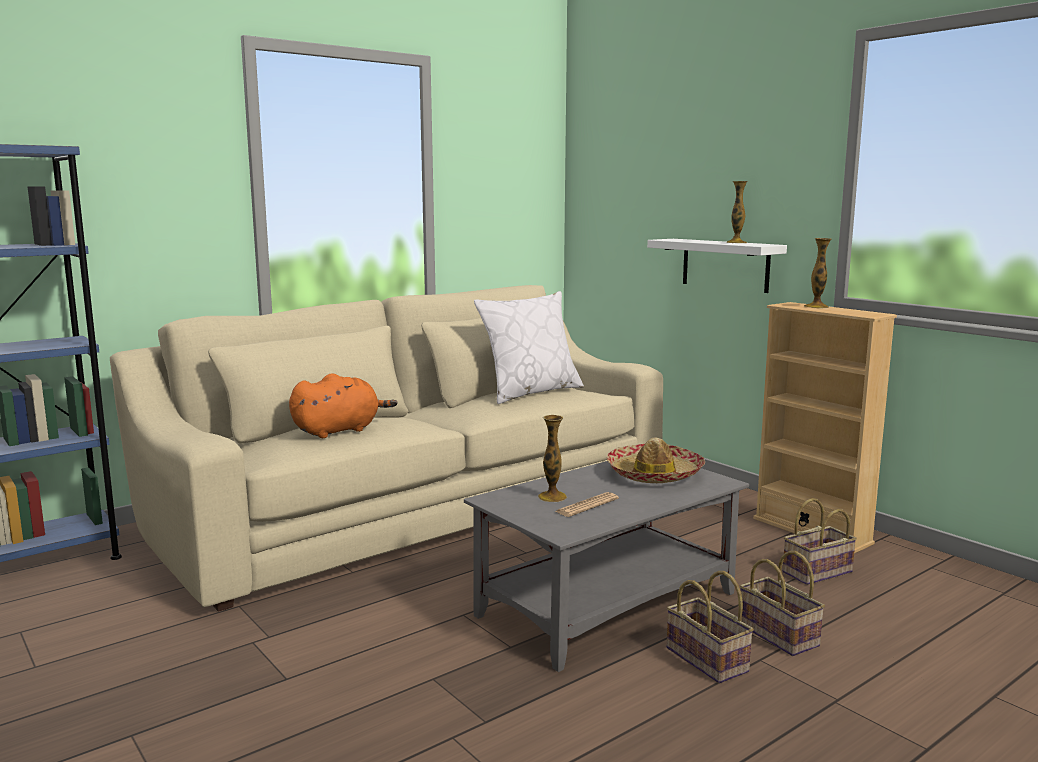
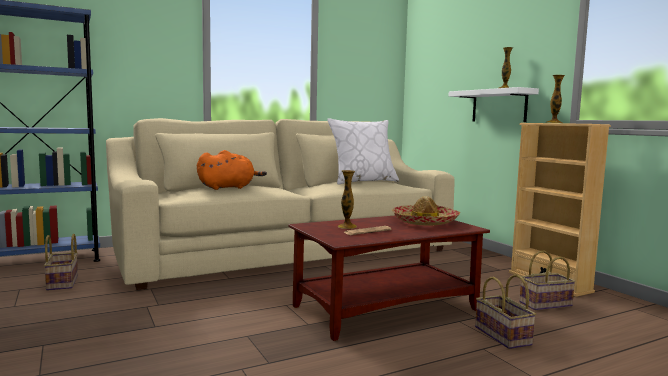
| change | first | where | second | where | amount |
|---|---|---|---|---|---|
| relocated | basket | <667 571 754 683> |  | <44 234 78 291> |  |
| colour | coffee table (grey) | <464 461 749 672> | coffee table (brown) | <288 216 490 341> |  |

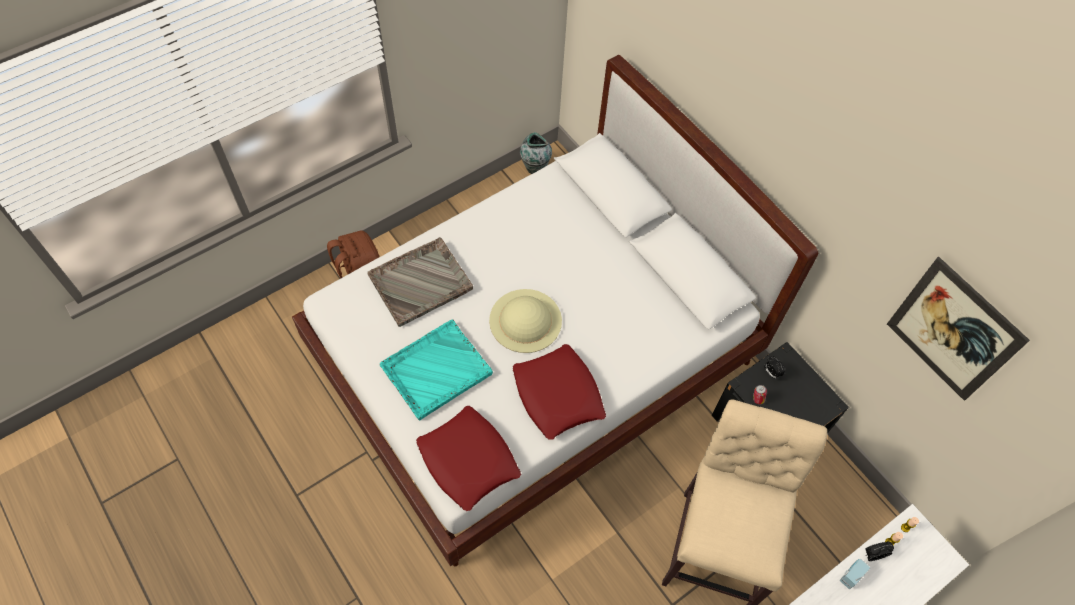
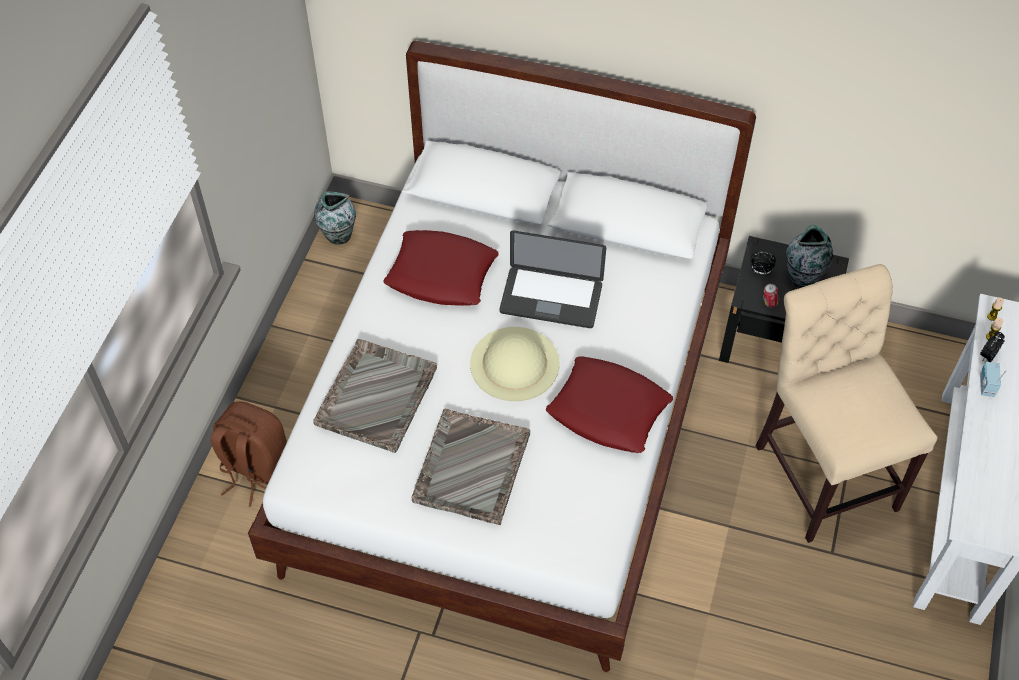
| change | first | where | second | where | amount |
|---|---|---|---|---|---|
| missing | picture | <887 257 1030 401> |  |  |  |
| appeared |  |  | laptop | <499 231 606 328> |  |
| appeared |  |  | vase | <786 225 833 288> |  |
| relocated | pillow (red) | <416 406 521 511> |  | <383 230 499 306> |  |
| colour | tray (turquoise) | <380 319 493 421> | tray (grey) | <412 409 530 525> |  |

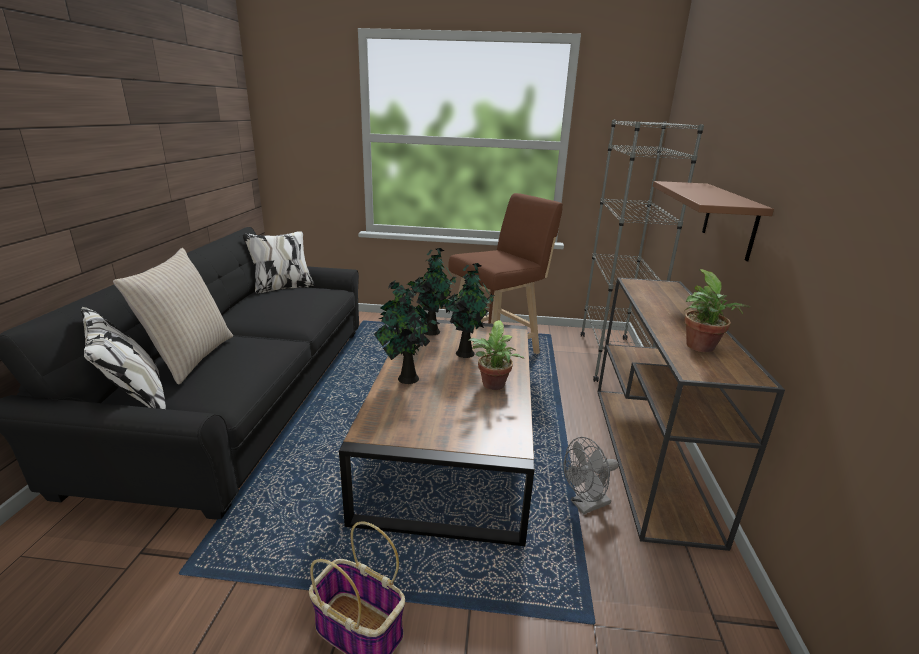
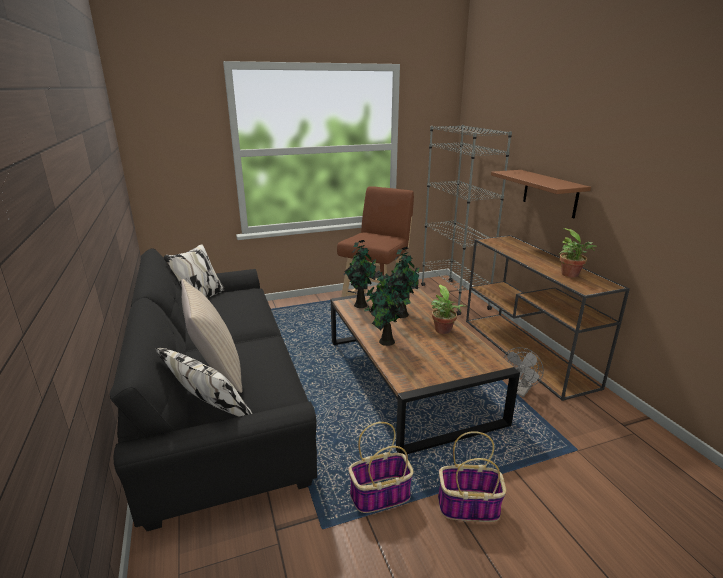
| change | first | where | second | where | amount |
|---|---|---|---|---|---|
| appeared |  |  | basket | <348 422 413 513> |  |

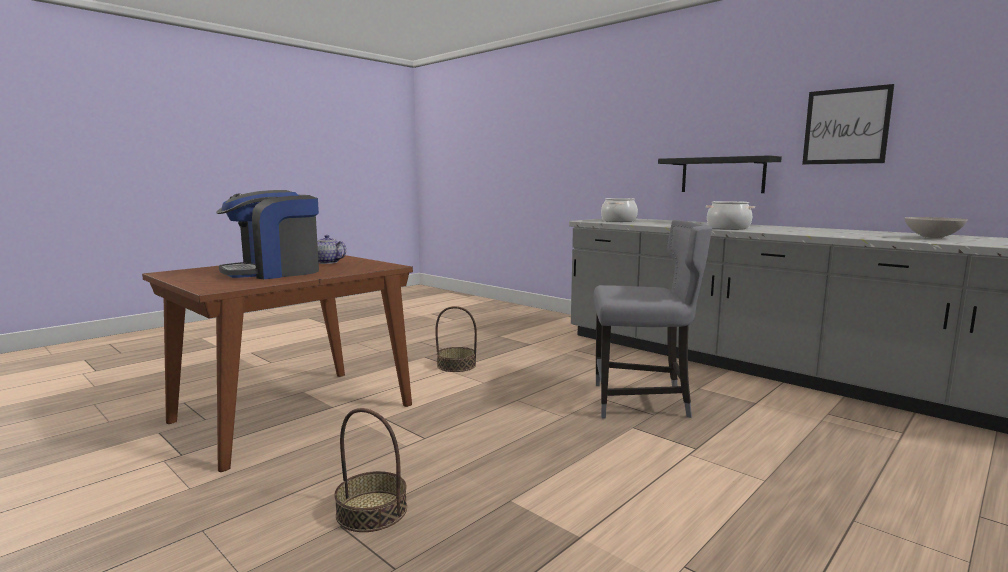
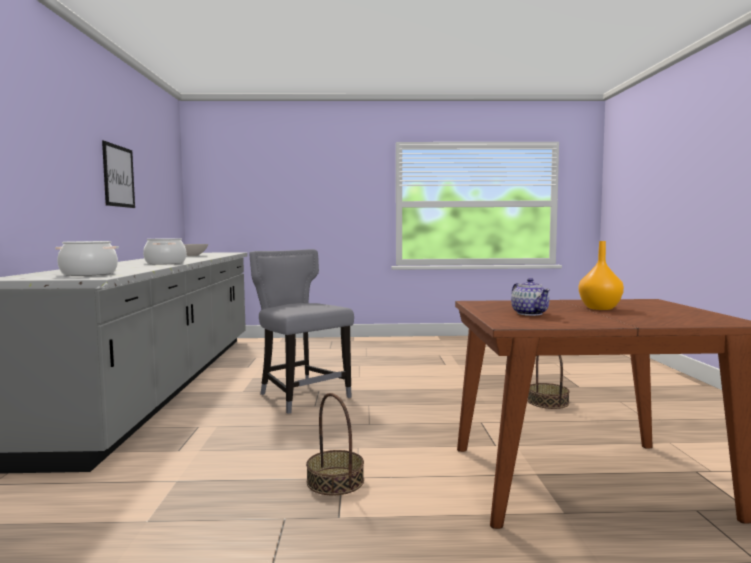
| change | first | where | second | where | amount |
|---|---|---|---|---|---|
| missing | shelf (black) | <658 155 782 193> |  |  |  |
| exchanged | coffee machine | <216 190 319 279> | vase (orange) | <579 241 624 310> |  |

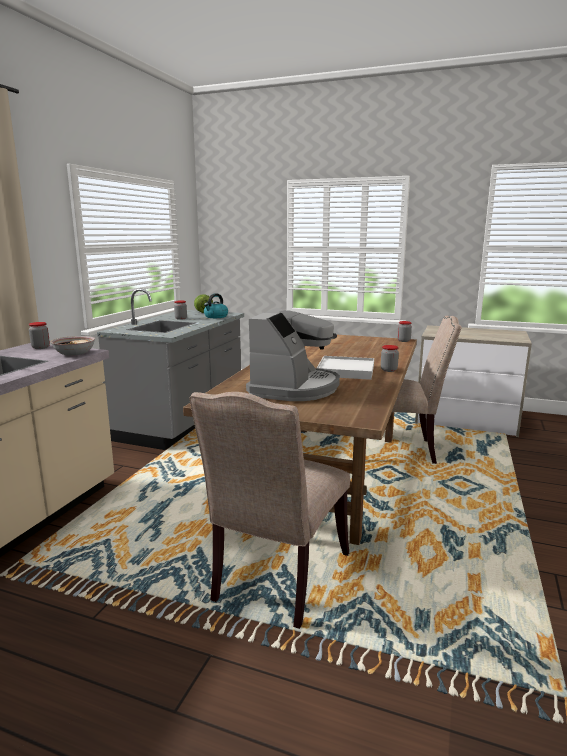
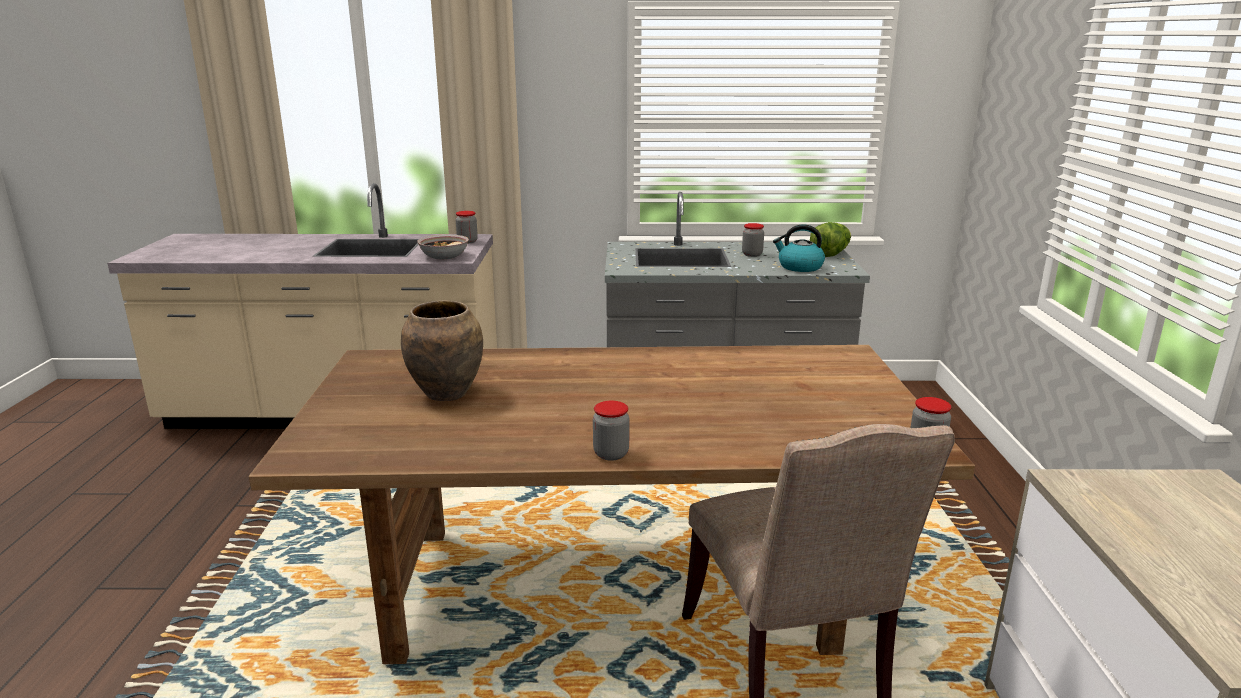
| change | first | where | second | where | amount |
|---|---|---|---|---|---|
| missing | chair (beige) | <189 392 350 629> |  |  |  |
| missing | tray (white) | <317 356 374 380> |  |  |  |
| exchanged | coffee machine | <246 308 340 401> | vase (brown) | <401 300 483 401> |  |

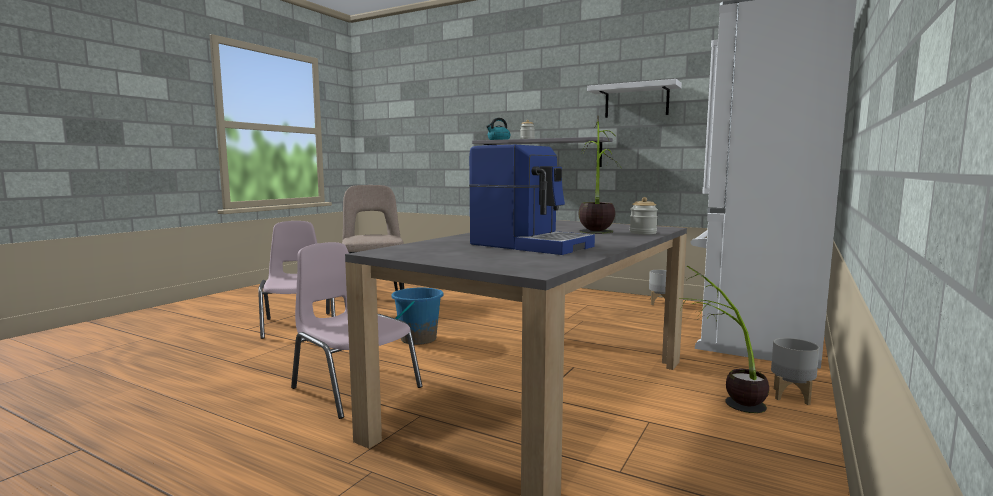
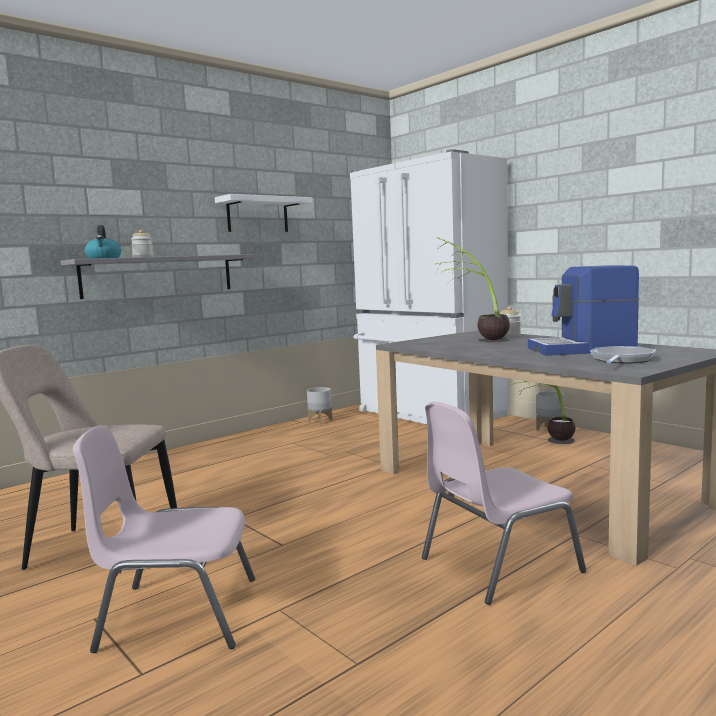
| change | first | where | second | where | amount |
|---|---|---|---|---|---|
| missing | bucket (blue) | <391 288 443 345> |  |  |  |
| appeared |  |  | frying pan | <590 346 656 364> |  |
| spun | coffee machine | <469 145 595 255> |  | <528 265 639 356> | 150 degrees counterclockwise |

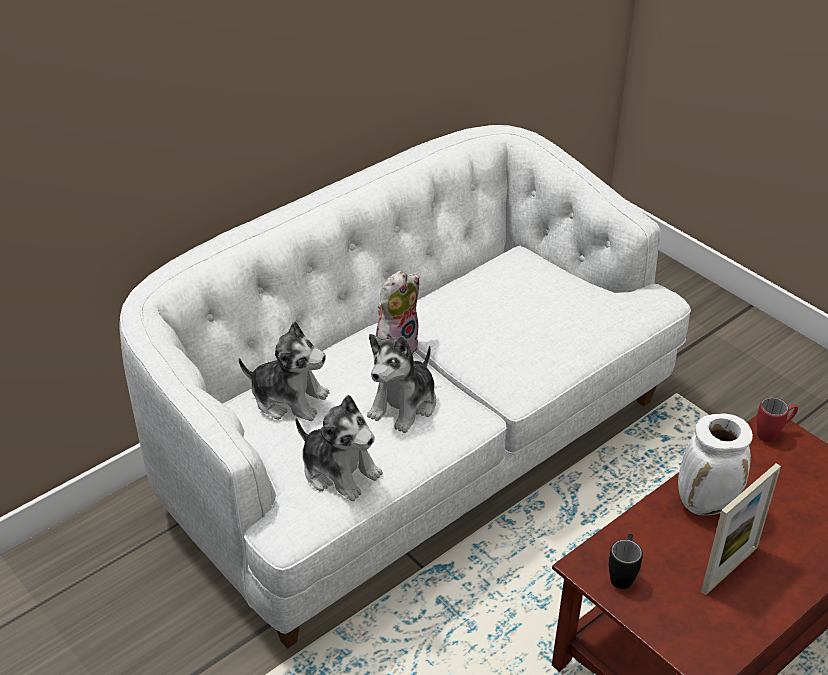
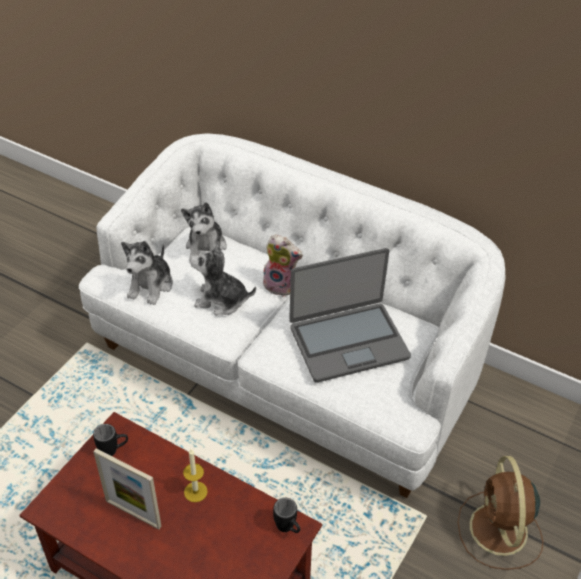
| change | first | where | second | where | amount |
|---|---|---|---|---|---|
| appeared |  |  | laptop | <289 248 411 383> |  |
| appeared |  |  | fan (brown) | <458 456 543 570> |  |
| exchanged | vase (white) | <678 414 753 515> | candle | <183 449 208 502> |  |
| colour | mug (red) | <757 397 798 442> | mug (black) | <273 498 300 533> |  |

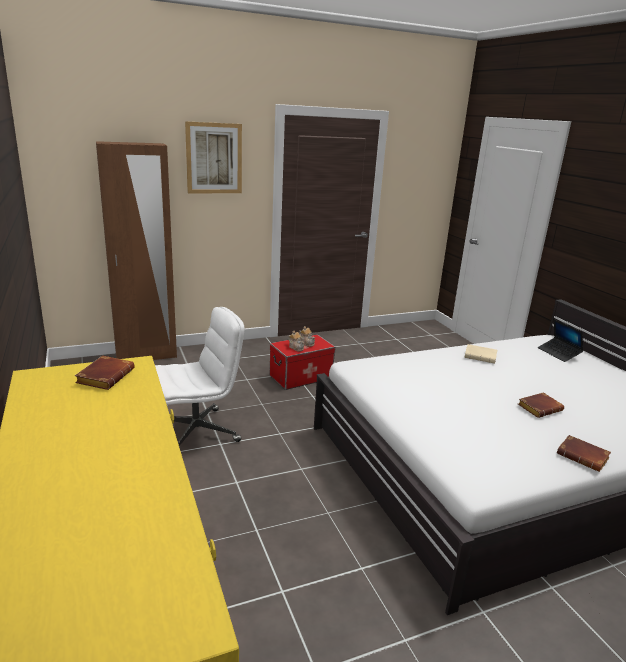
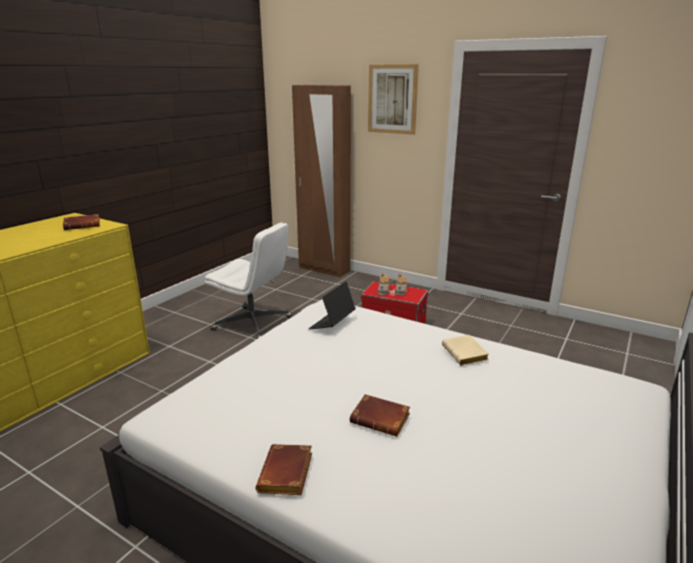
| change | first | where | second | where | amount |
|---|---|---|---|---|---|
| relocated | laptop | <538 319 583 362> |  | <308 282 356 329> |  |

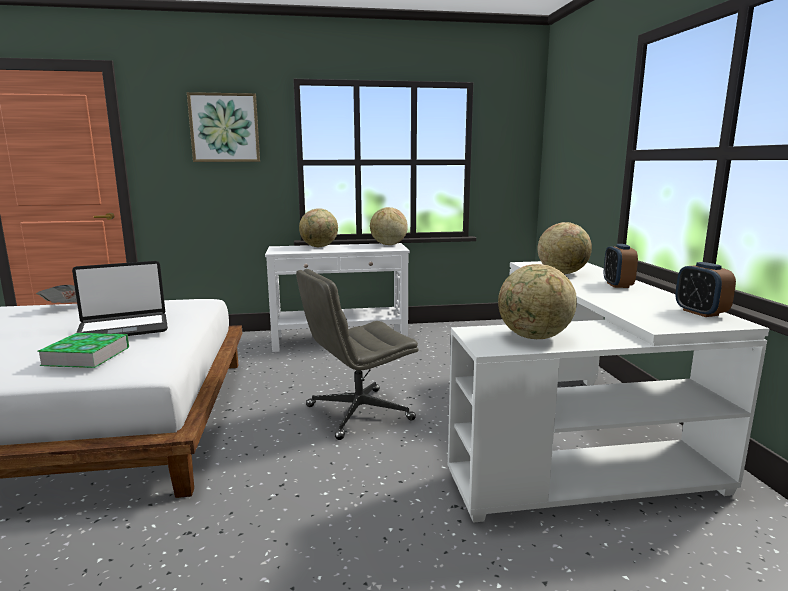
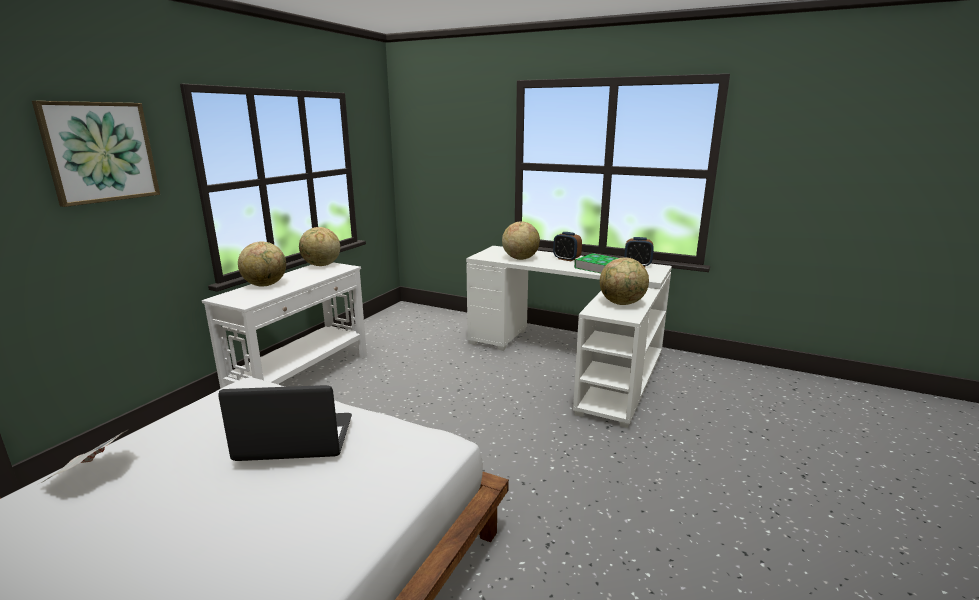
| change | first | where | second | where | amount |
|---|---|---|---|---|---|
| missing | office chair (grey) | <296 269 418 440> |  |  |  |
| relocated | book | <37 333 129 368> |  | <574 253 618 273> |  |
| spun | laptop | <72 261 168 336> |  | <218 385 352 461> | 105 degrees counterclockwise |

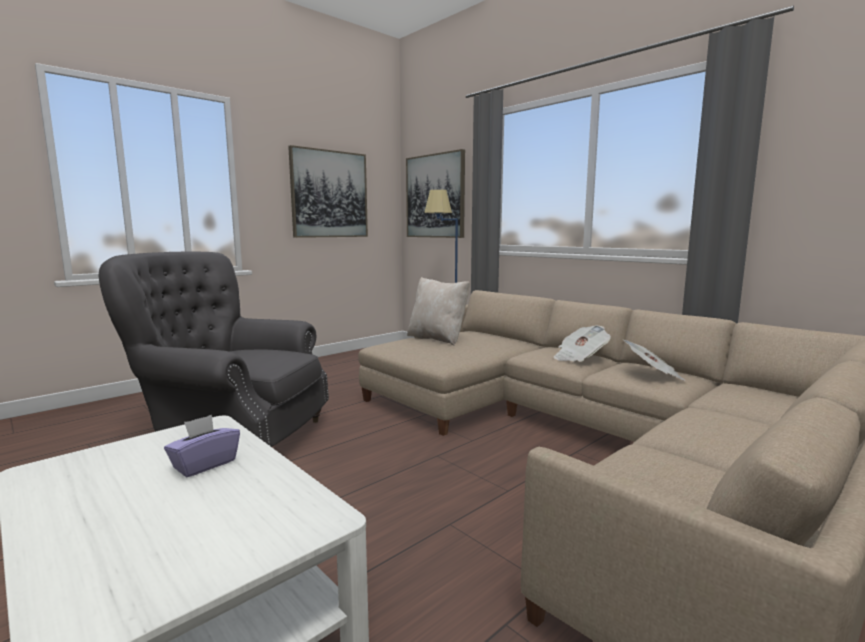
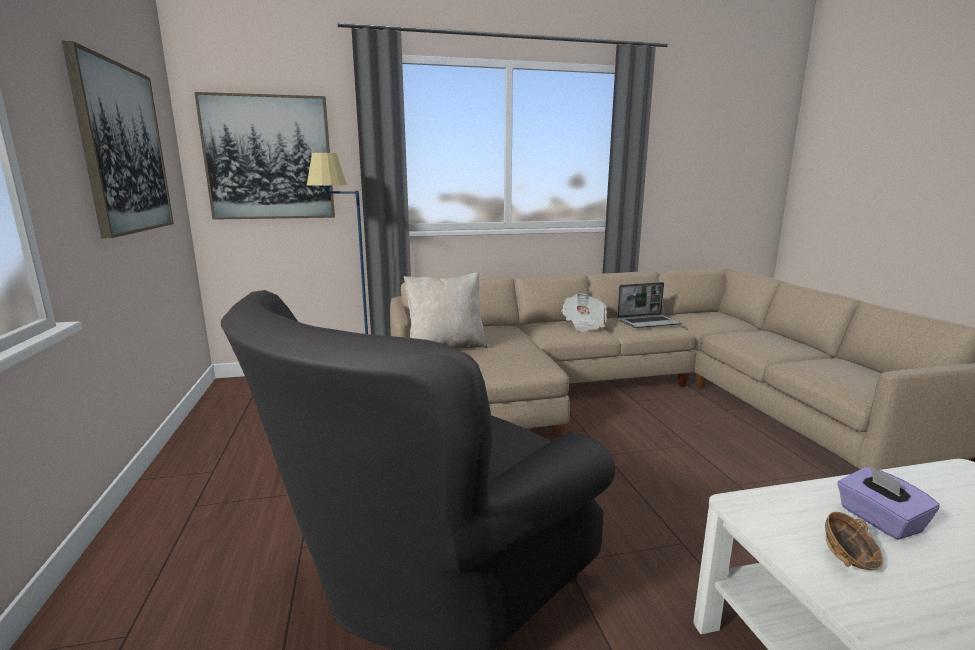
| change | first | where | second | where | amount |
|---|---|---|---|---|---|
| appeared |  |  | bowl | <825 512 883 570> |  |
| exchanged | newspaper | <622 339 686 381> | laptop | <617 282 681 328> |  |

